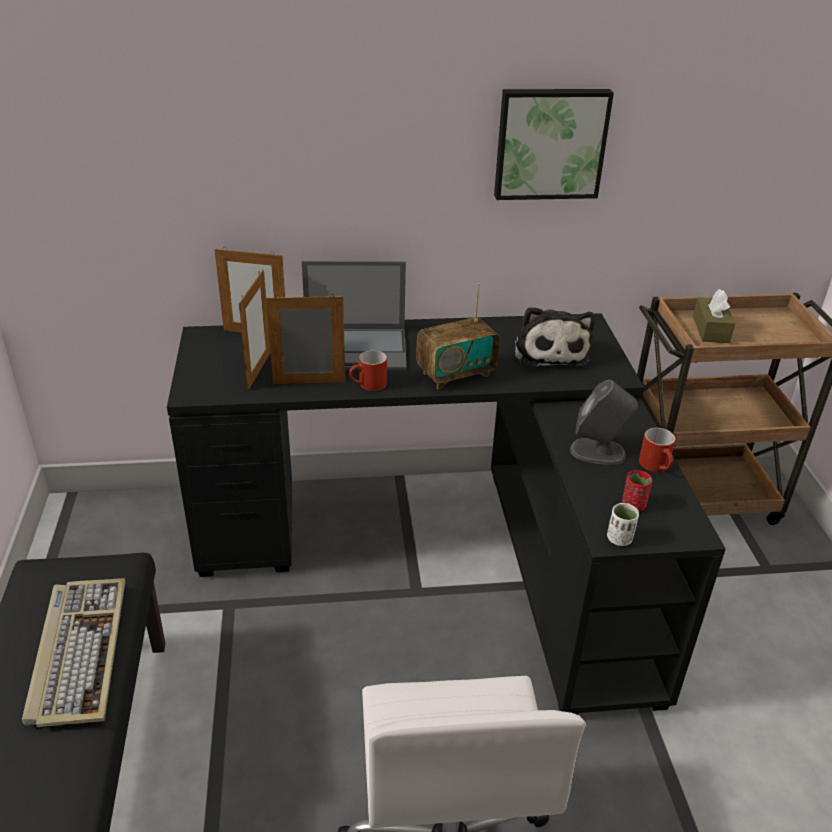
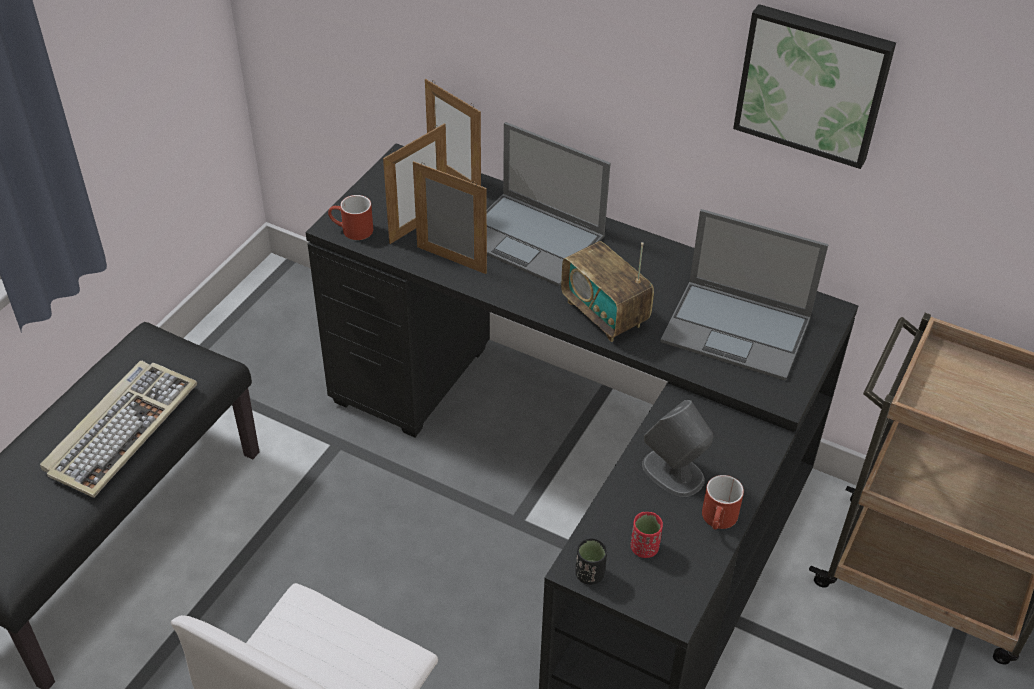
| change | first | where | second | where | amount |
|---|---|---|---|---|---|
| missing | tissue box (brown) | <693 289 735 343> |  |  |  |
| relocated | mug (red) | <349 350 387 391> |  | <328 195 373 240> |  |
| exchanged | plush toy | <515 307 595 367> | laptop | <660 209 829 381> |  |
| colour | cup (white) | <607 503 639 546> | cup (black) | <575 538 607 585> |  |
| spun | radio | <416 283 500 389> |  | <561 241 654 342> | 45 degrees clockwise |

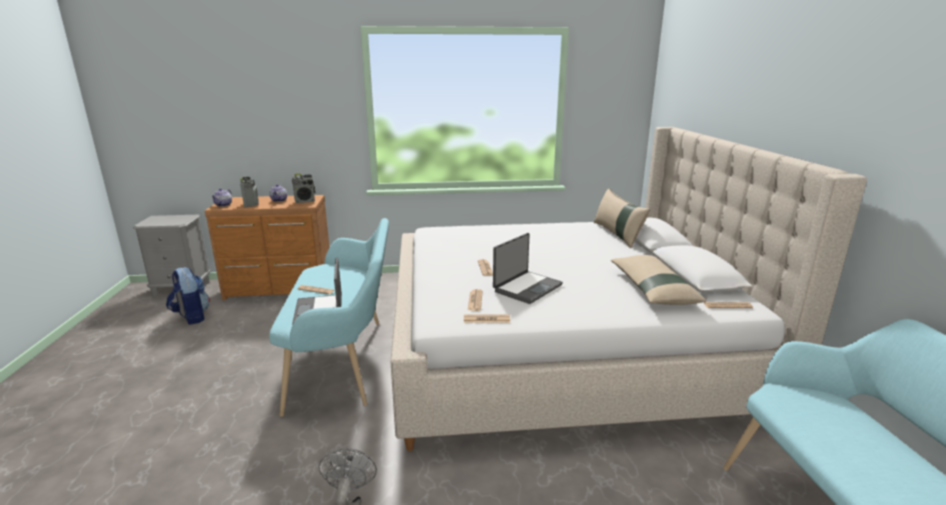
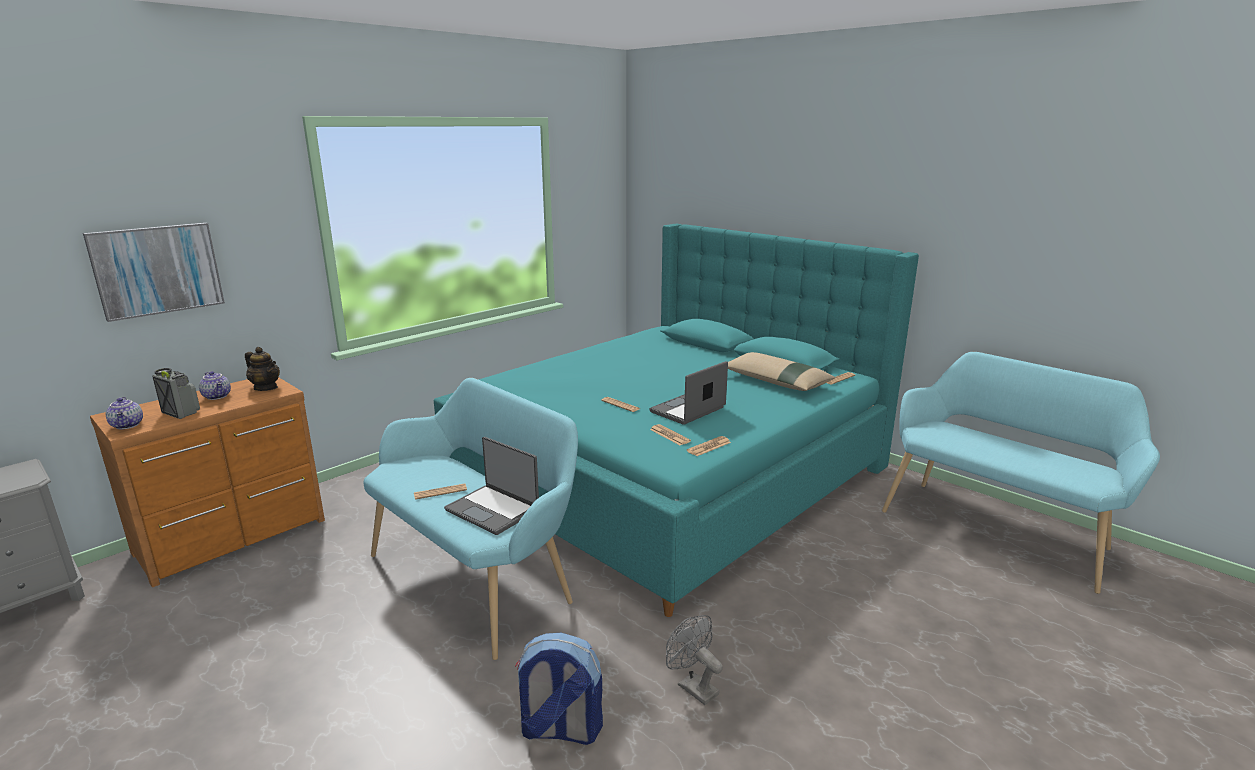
| change | first | where | second | where | amount |
|---|---|---|---|---|---|
| missing | pillow (beige) | <594 188 650 248> |  |  |  |
| appeared |  |  | picture | <83 223 225 322> |  |
| relocated | backpack | <166 267 210 324> |  | <515 633 603 745> |  |
| exchanged | radio | <292 173 315 203> | teapot | <245 347 280 391> |  |
| colour | bed (beige) | <390 127 867 451> | bed (turquoise) | <434 223 919 617> |  |
| spun | laptop | <493 233 563 304> |  | <650 361 728 425> | 135 degrees counterclockwise |

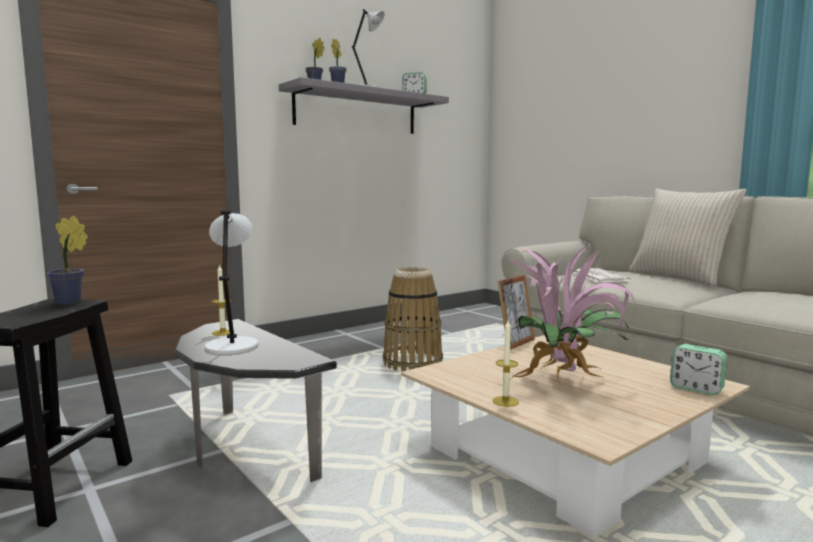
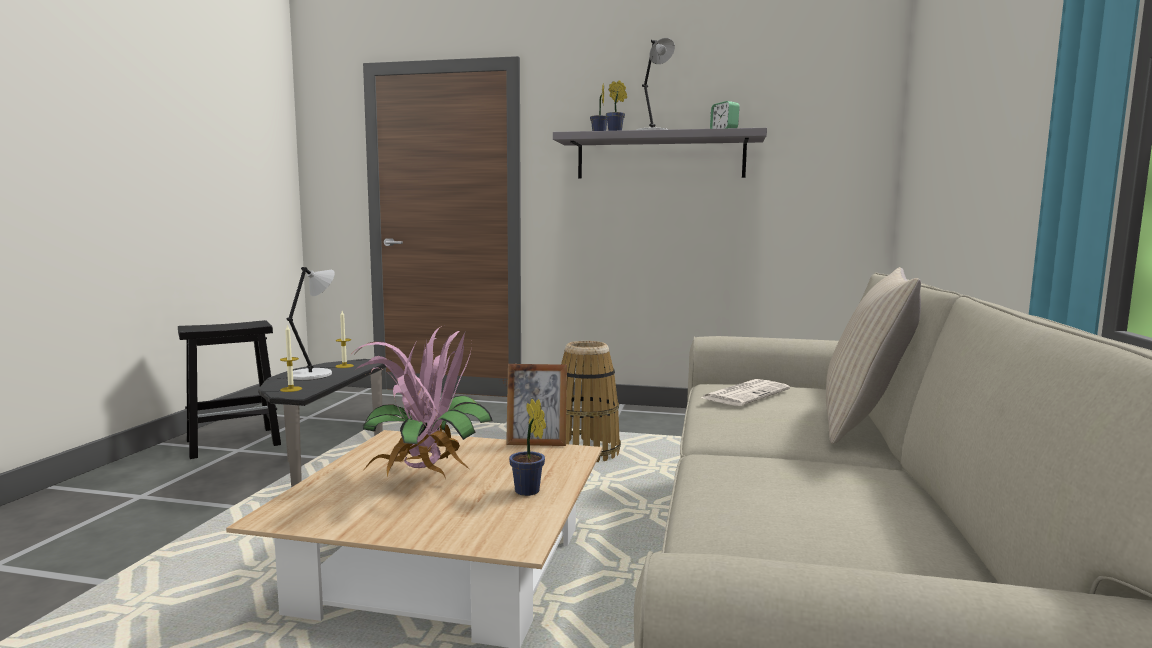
| change | first | where | second | where | amount |
|---|---|---|---|---|---|
| missing | alarm clock | <670 344 727 395> |  |  |  |
| relocated | potted plant | <46 216 88 305> |  | <509 399 546 496> |  |
| relocated | candle | <493 320 519 407> |  | <280 324 302 392> |  |

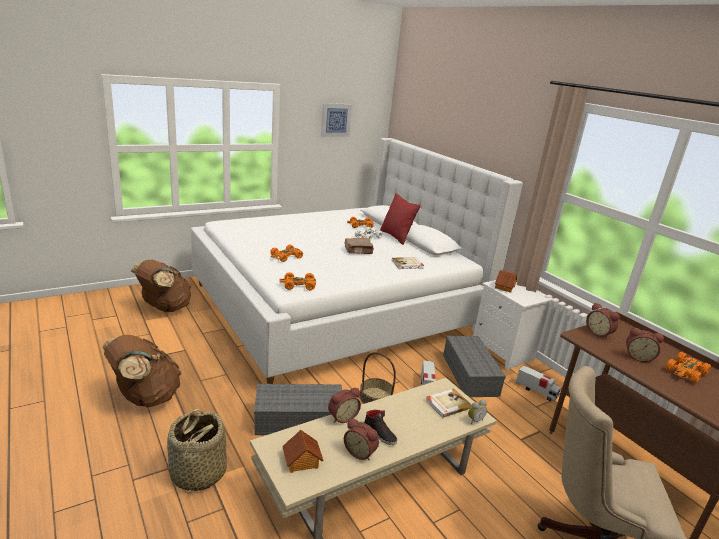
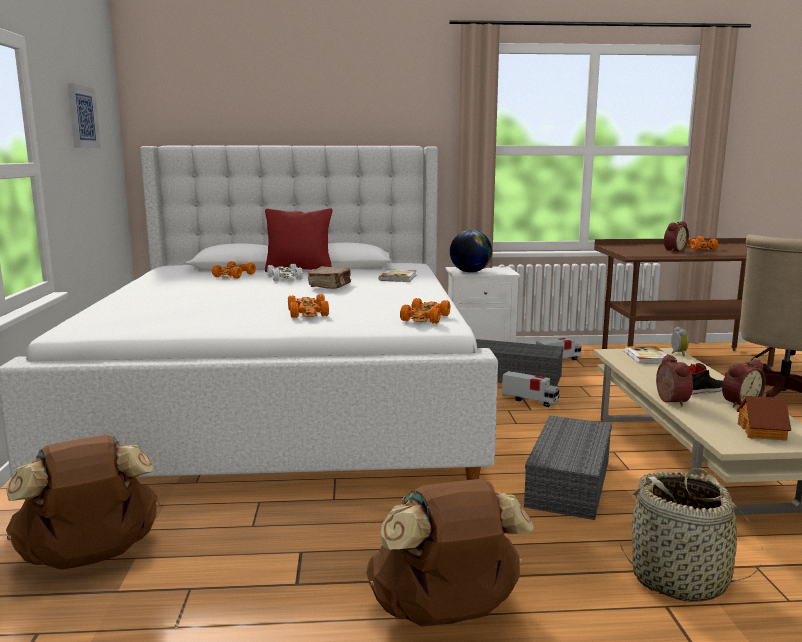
| change | first | where | second | where | amount |
|---|---|---|---|---|---|
| missing | basket | <359 352 396 404> |  |  |  |
| missing | alarm clock | <586 303 619 339> |  |  |  |
| exchanged | toy house | <495 270 517 293> | globe | <450 230 492 273> |  |

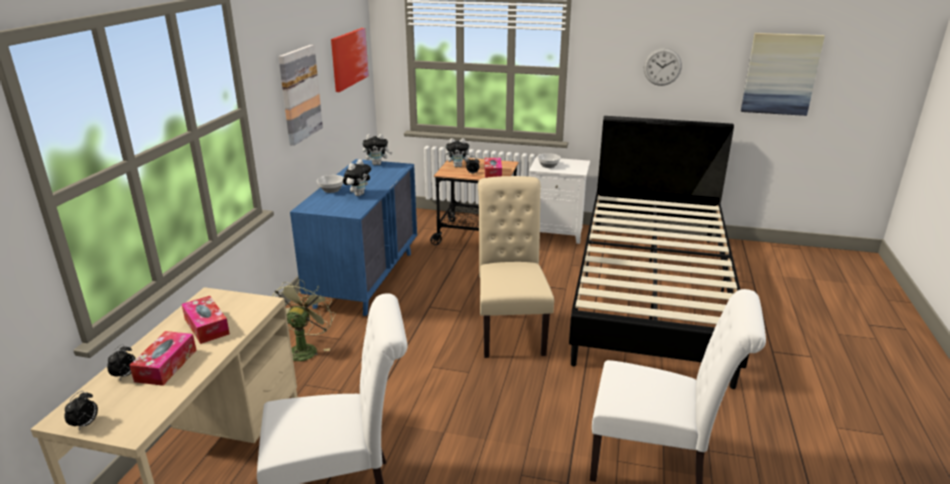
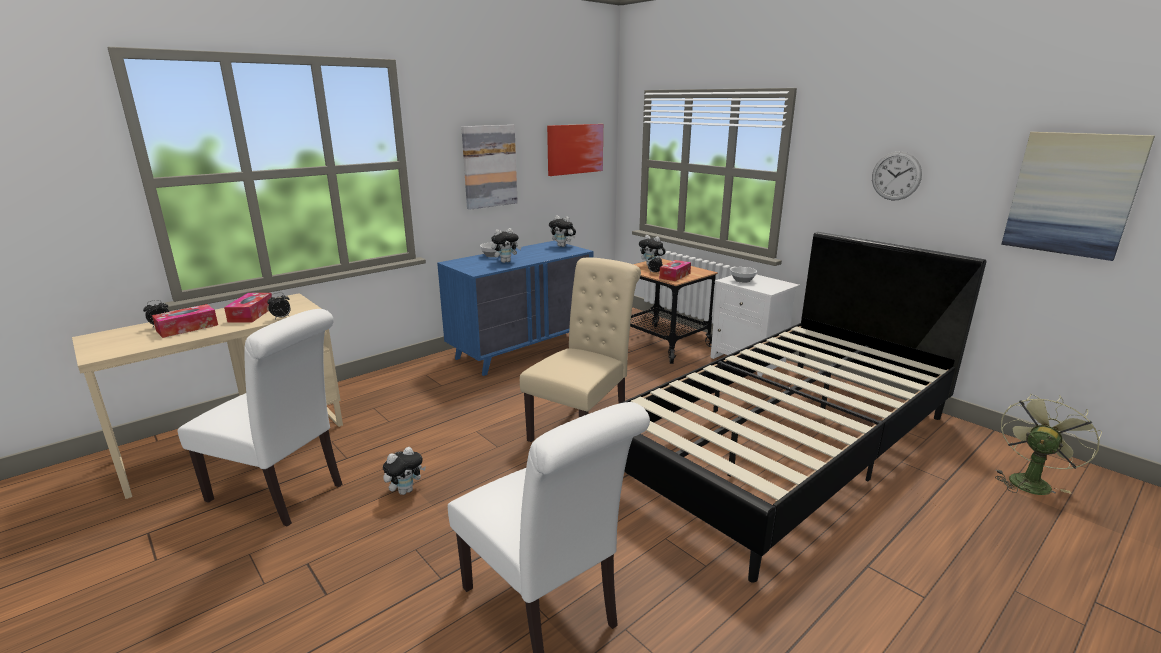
| change | first | where | second | where | amount |
|---|---|---|---|---|---|
| appeared |  |  | plush toy | <383 447 426 495> |  |
| relocated | alarm clock | <65 391 98 431> |  | <267 293 291 319> |  |
| relocated | fan (green) | <272 279 336 361> |  | <995 394 1102 495> |  |

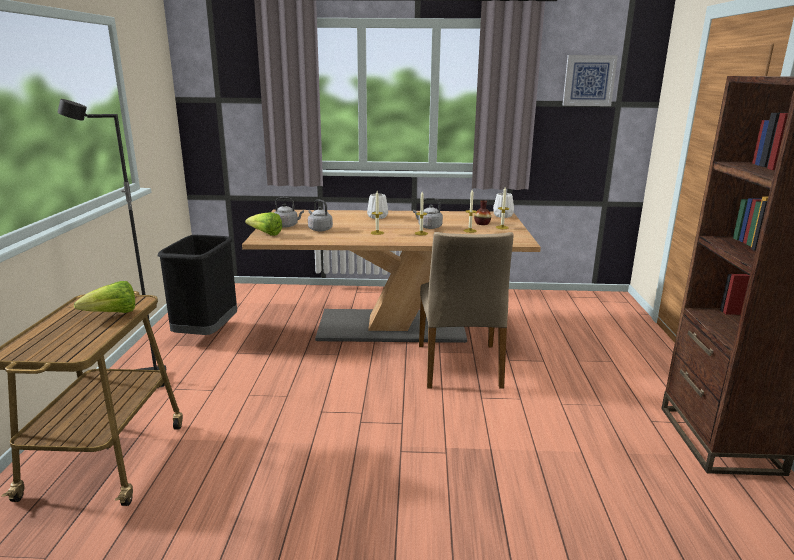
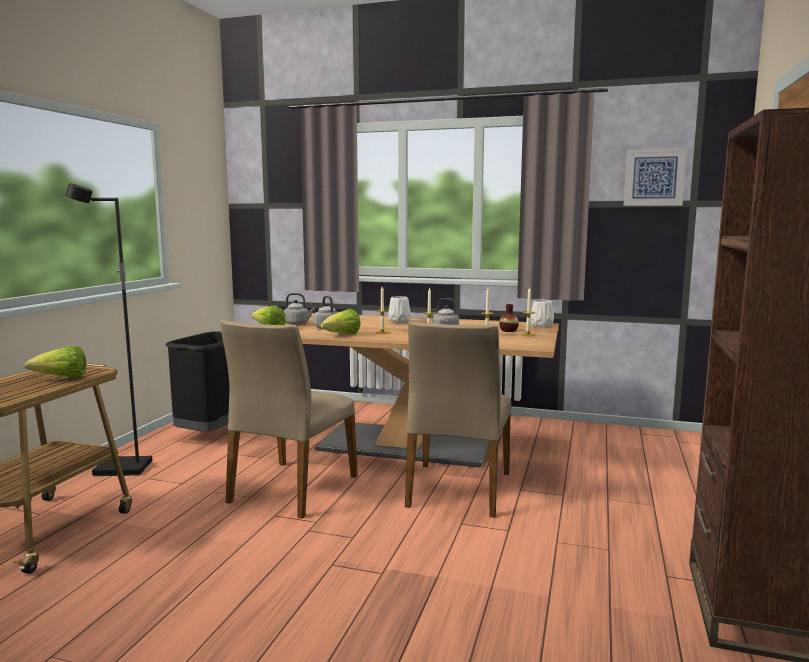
| change | first | where | second | where | amount |
|---|---|---|---|---|---|
| appeared |  |  | chair (beige) | <220 320 358 519> |  |
| appeared |  |  | lettuce | <320 309 361 334> |  |

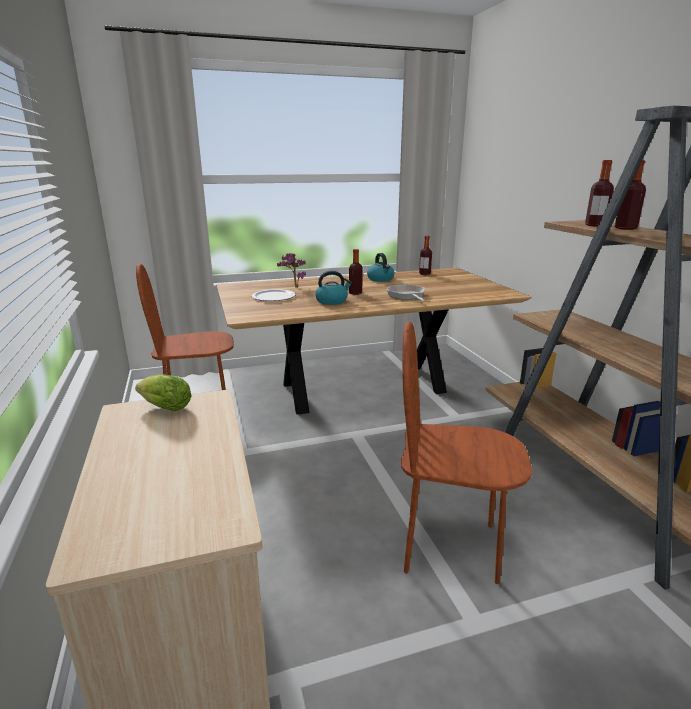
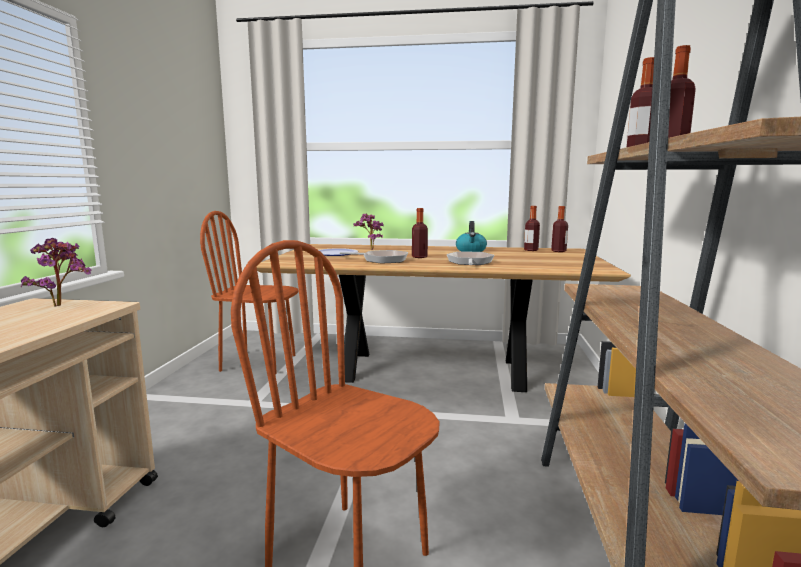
| change | first | where | second | where | amount |
|---|---|---|---|---|---|
| appeared |  |  | bottle | <551 206 568 252> |  |
| exchanged | lettuce | <135 374 191 411> | potted plant | <21 238 91 306> |  |
| exchanged | kettle | <315 271 352 305> | frying pan | <340 250 408 263> |  |

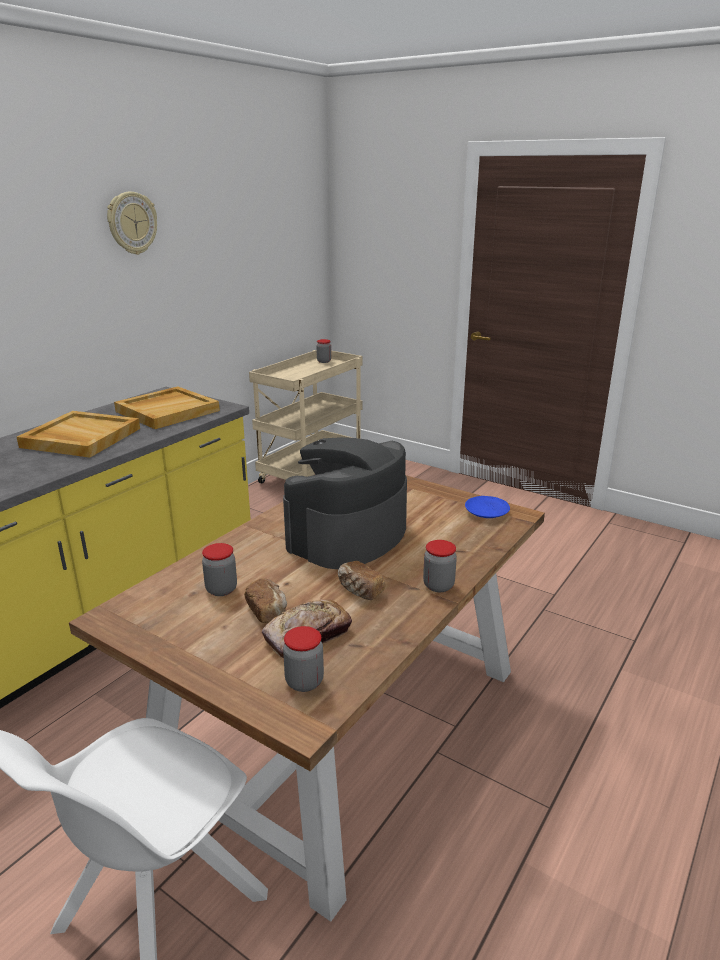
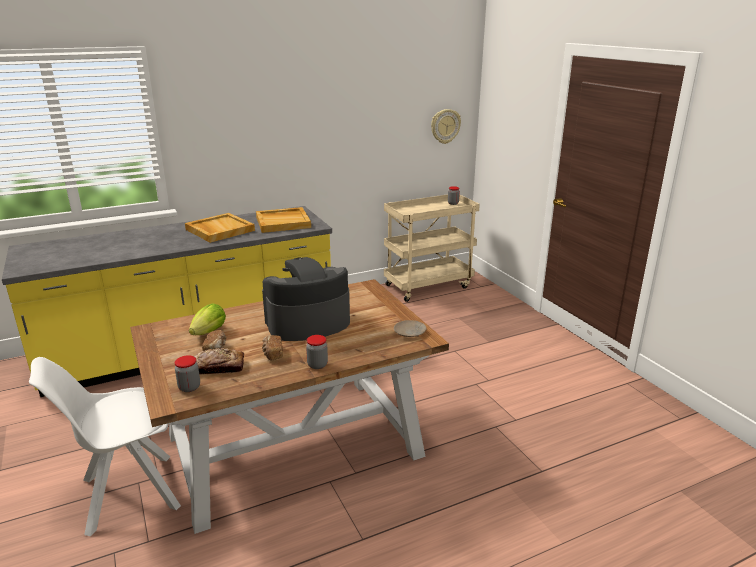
| change | first | where | second | where | amount |
|---|---|---|---|---|---|
| relocated | wall clock | <107 192 157 255> |  | <431 109 461 144> |  |
| exchanged | jar | <202 543 237 596> | lettuce | <189 304 226 335> |  |
| colour | plate (blue) | <465 496 510 518> | plate (beige) | <394 320 426 337> |  |

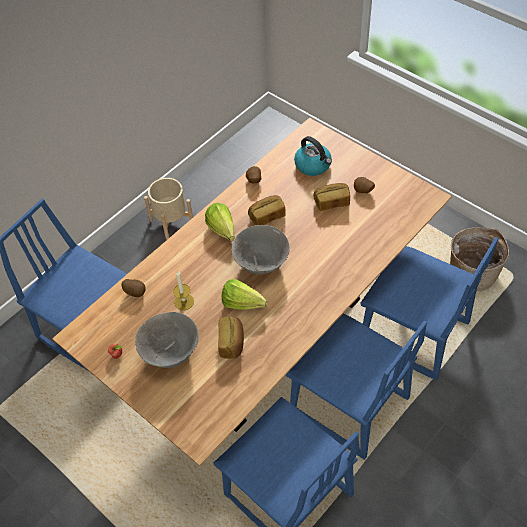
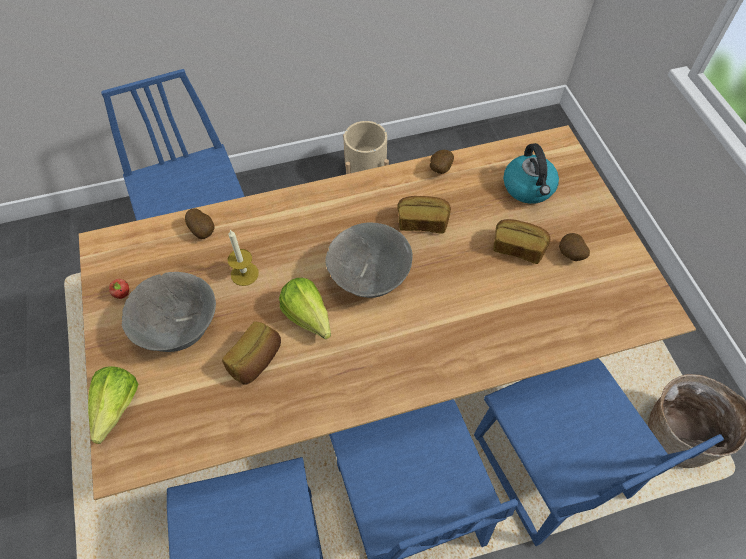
| change | first | where | second | where | amount |
|---|---|---|---|---|---|
| relocated | lettuce | <205 203 234 241> |  | <88 366 138 444> |  |

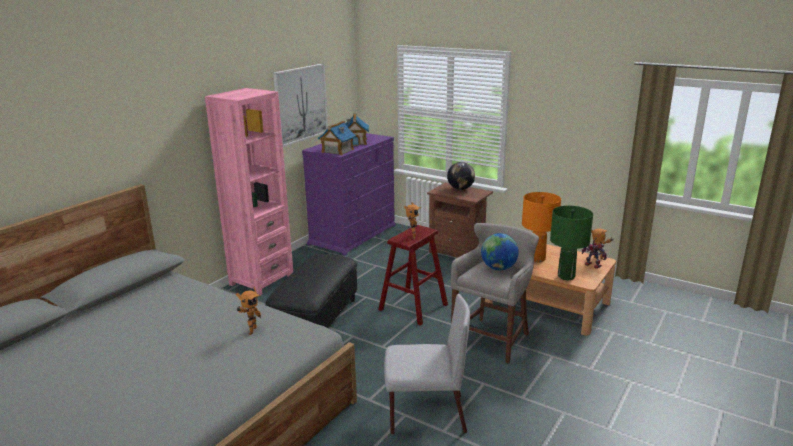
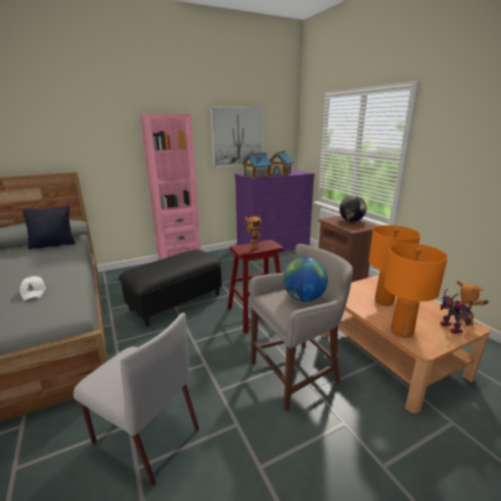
| change | first | where | second | where | amount |
|---|---|---|---|---|---|
| appeared |  |  | pillow (black) | <22 205 75 249> |  |
| exchanged | toy robot | <236 286 261 335> | cap (white) | <20 276 46 301> |  |
| colour | table lamp (green) | <550 206 593 280> | table lamp (orange) | <384 243 448 338> |  |

